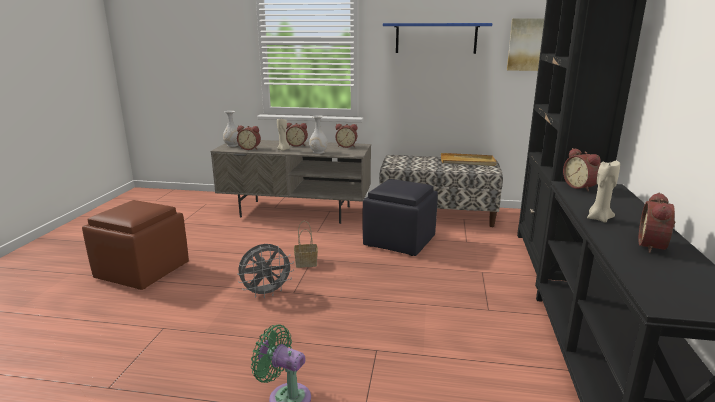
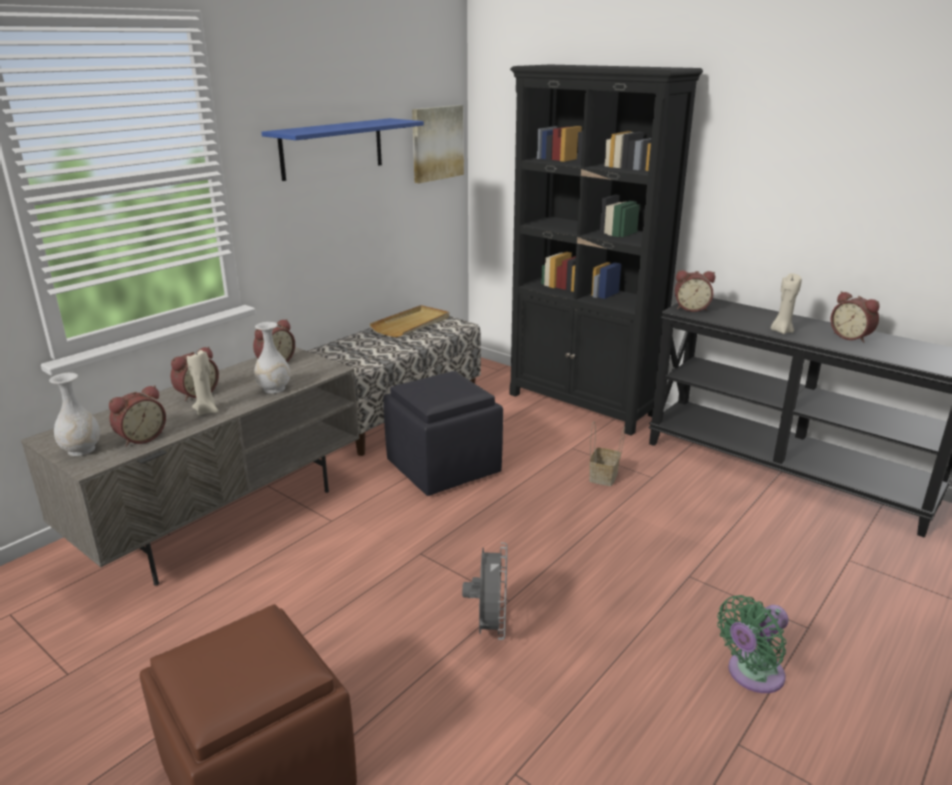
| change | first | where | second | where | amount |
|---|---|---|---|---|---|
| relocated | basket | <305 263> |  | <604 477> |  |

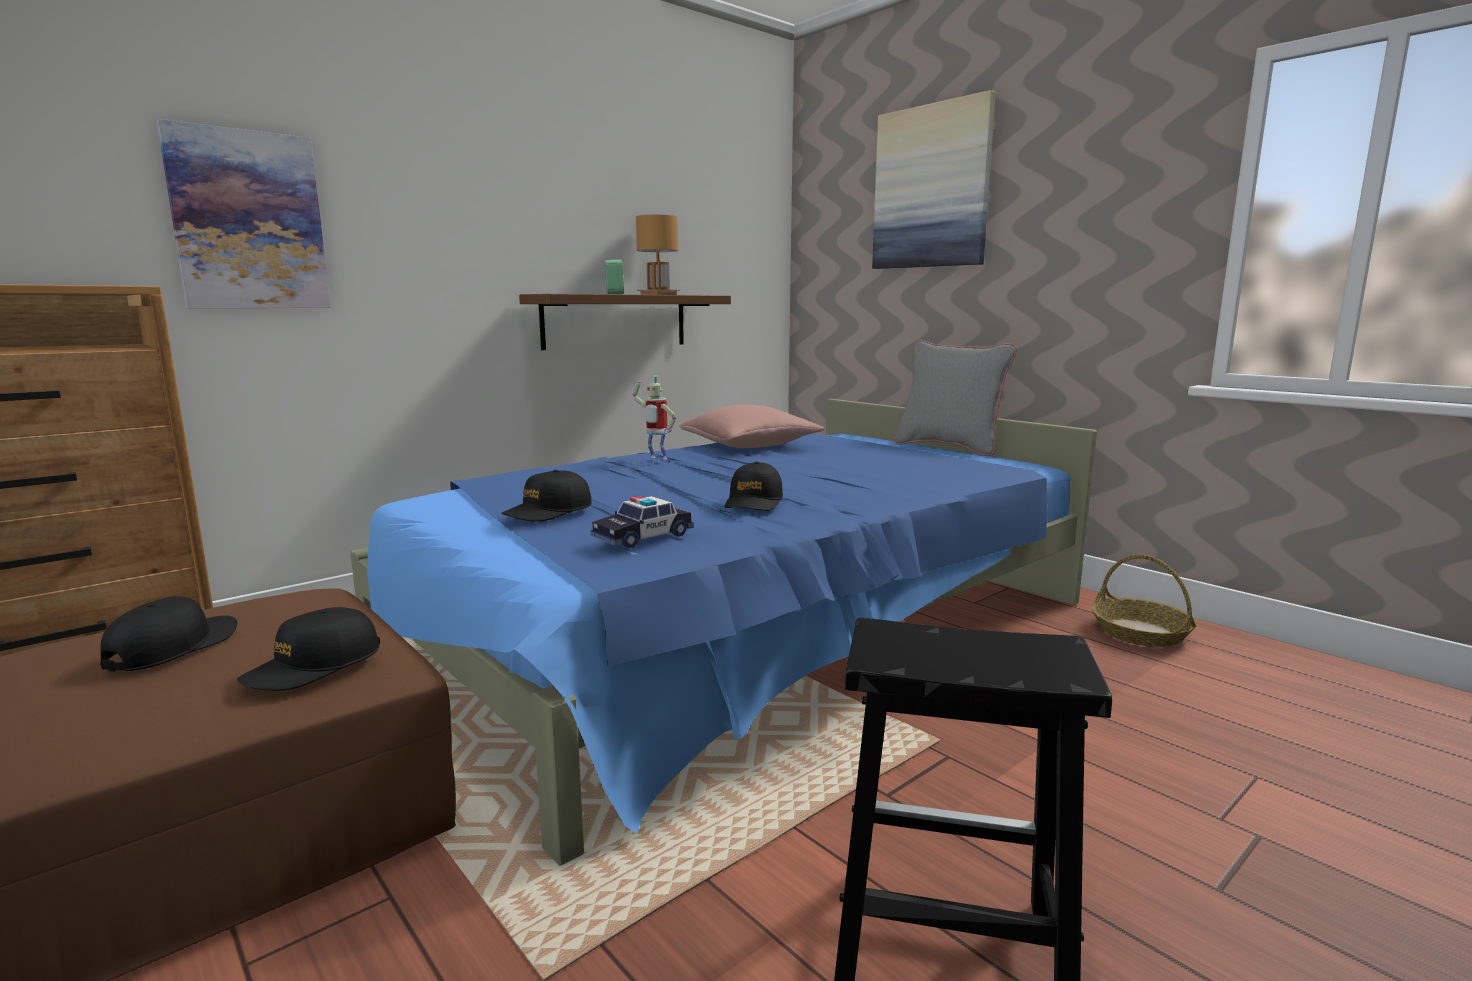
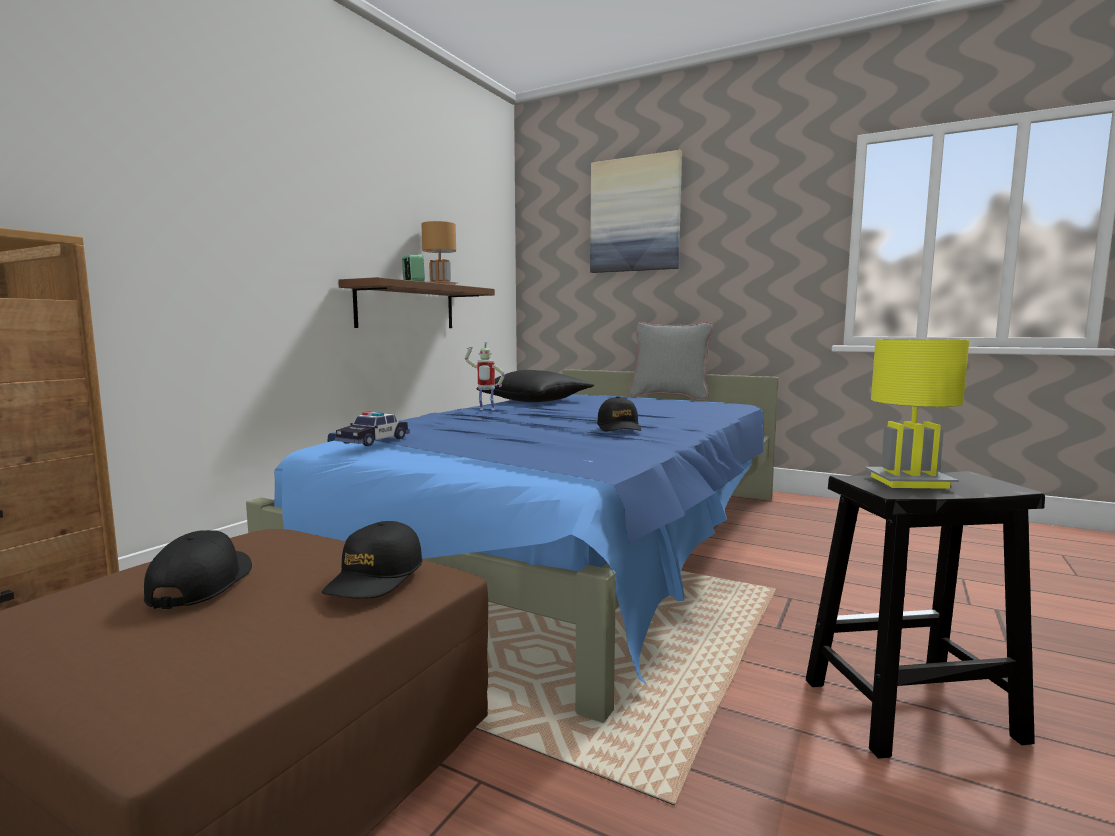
| change | first | where | second | where | amount |
|---|---|---|---|---|---|
| missing | picture | <249 221> |  |  |  |
| missing | cap in black | <548 512> |  |  |  |
| missing | basket | <1141 633> |  |  |  |
| appeared |  |  | table lamp in yellow | <909 482> |  |
| relocated | toy car | <643 537> |  | <373 440> |  |
| colour | pillow in pink | <750 446> | pillow in black | <536 401> |  |

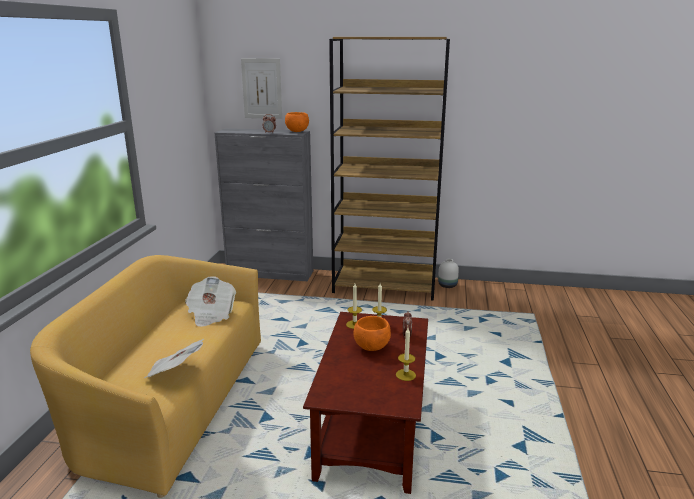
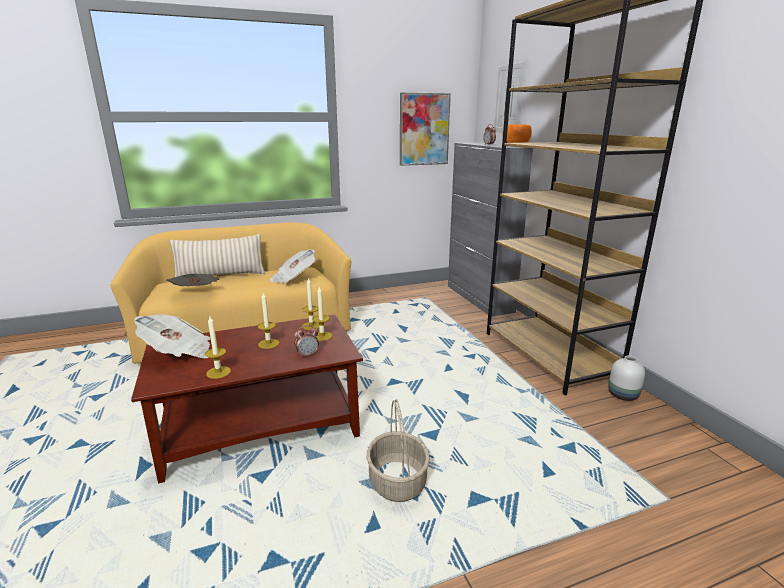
| change | first | where | second | where | amount |
|---|---|---|---|---|---|
| appeared |  |  | newspaper | <179 353> |  |
| appeared |  |  | pillow in beige | <221 275> |  |
| appeared |  |  | basket | <398 482> |  |
| appeared |  |  | picture | <424 129> |  |
| exchanged | bowl in orange | <372 347> | candle | <268 344> |  |

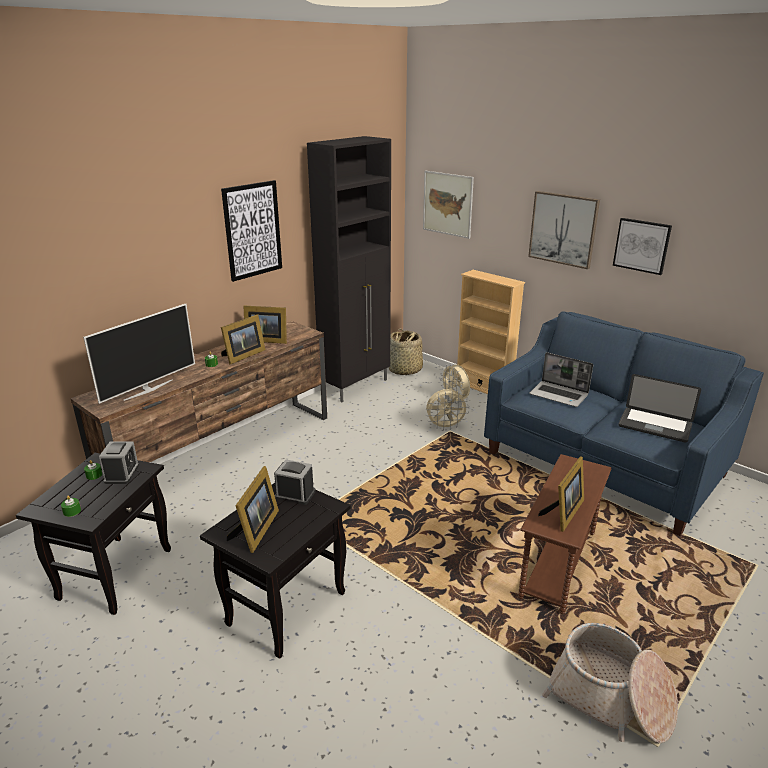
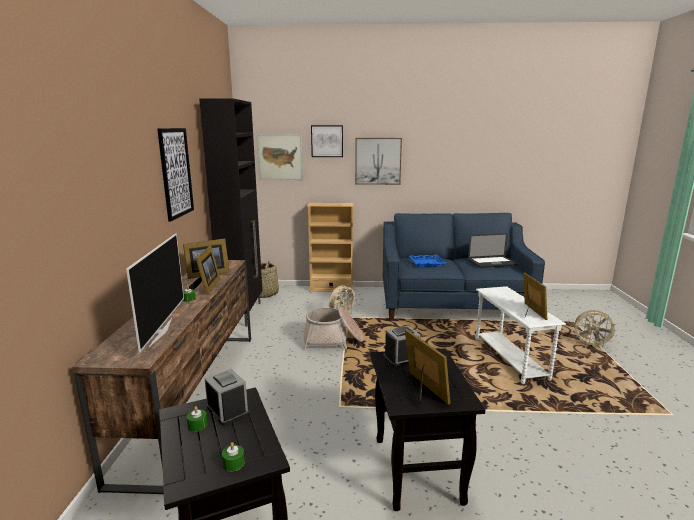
| change | first | where | second | where | amount |
|---|---|---|---|---|---|
| relocated | fan in beige | <455 400> |  | <591 345> |  |
| relocated | basket | <611 698> |  | <333 340> |  |
| relocated | picture | <642 245> |  | <327 141> |  |
| exchanged | laptop | <559 395> | tray in blue | <426 263> |  |
| colour | side table in brown | <557 564> | side table in white | <509 359> |  |

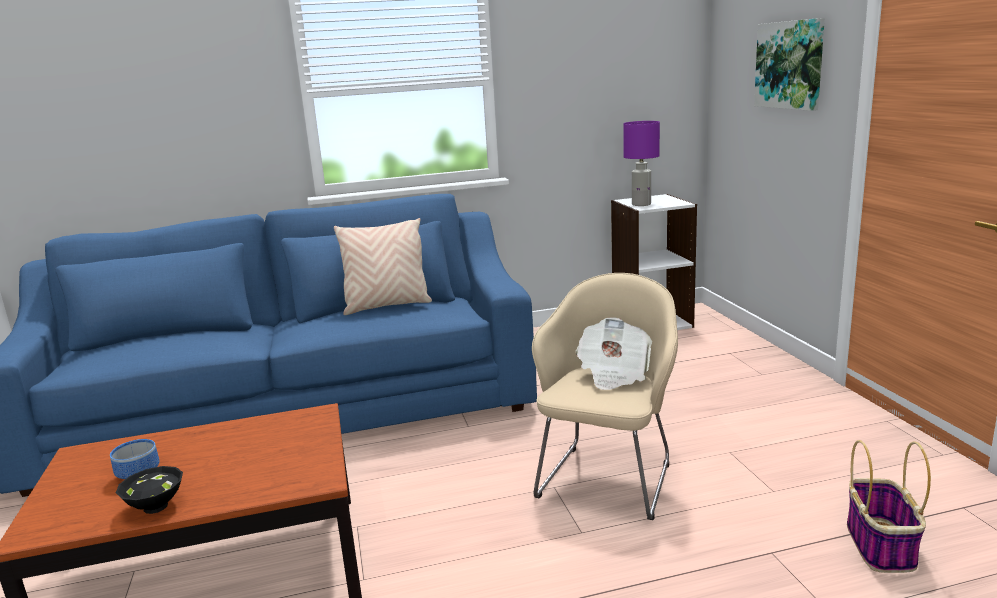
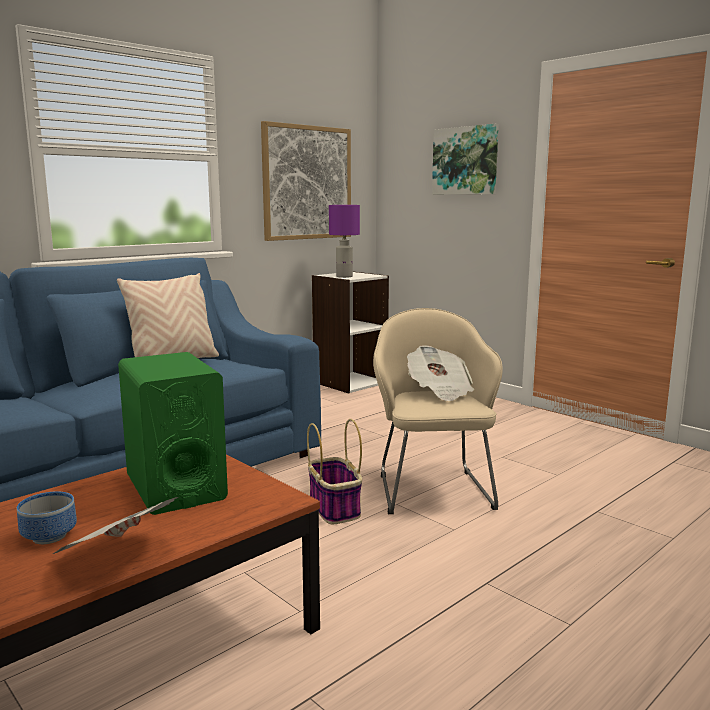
| change | first | where | second | where | amount |
|---|---|---|---|---|---|
| appeared |  |  | speaker in green | <175 487> |  |
| appeared |  |  | picture | <307 183> |  |
| relocated | basket | <881 546> |  | <335 508> |  |
| exchanged | bowl in black | <155 506> | newspaper | <117 556> |  |

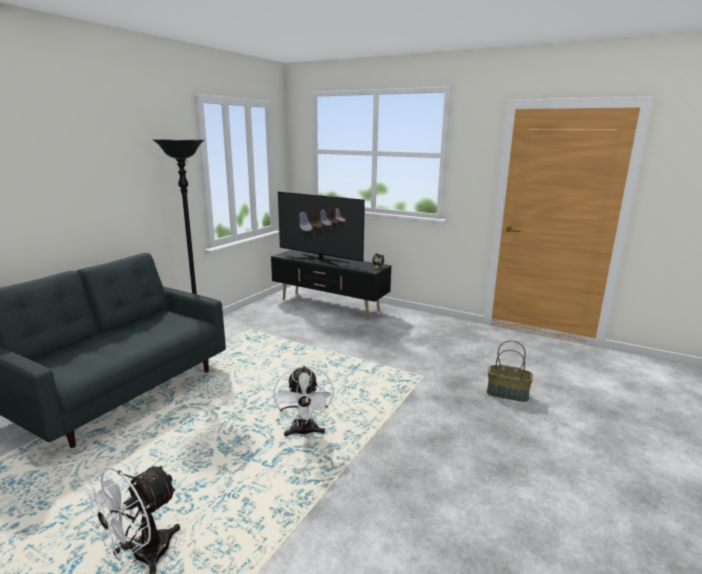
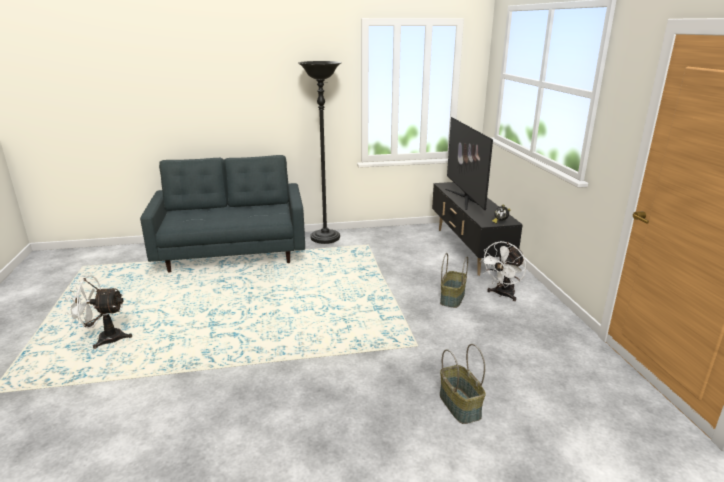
| change | first | where | second | where | amount |
|---|---|---|---|---|---|
| appeared |  |  | basket | <452 298> |  |
| relocated | fan in white | <304 432> |  | <502 295> |  |

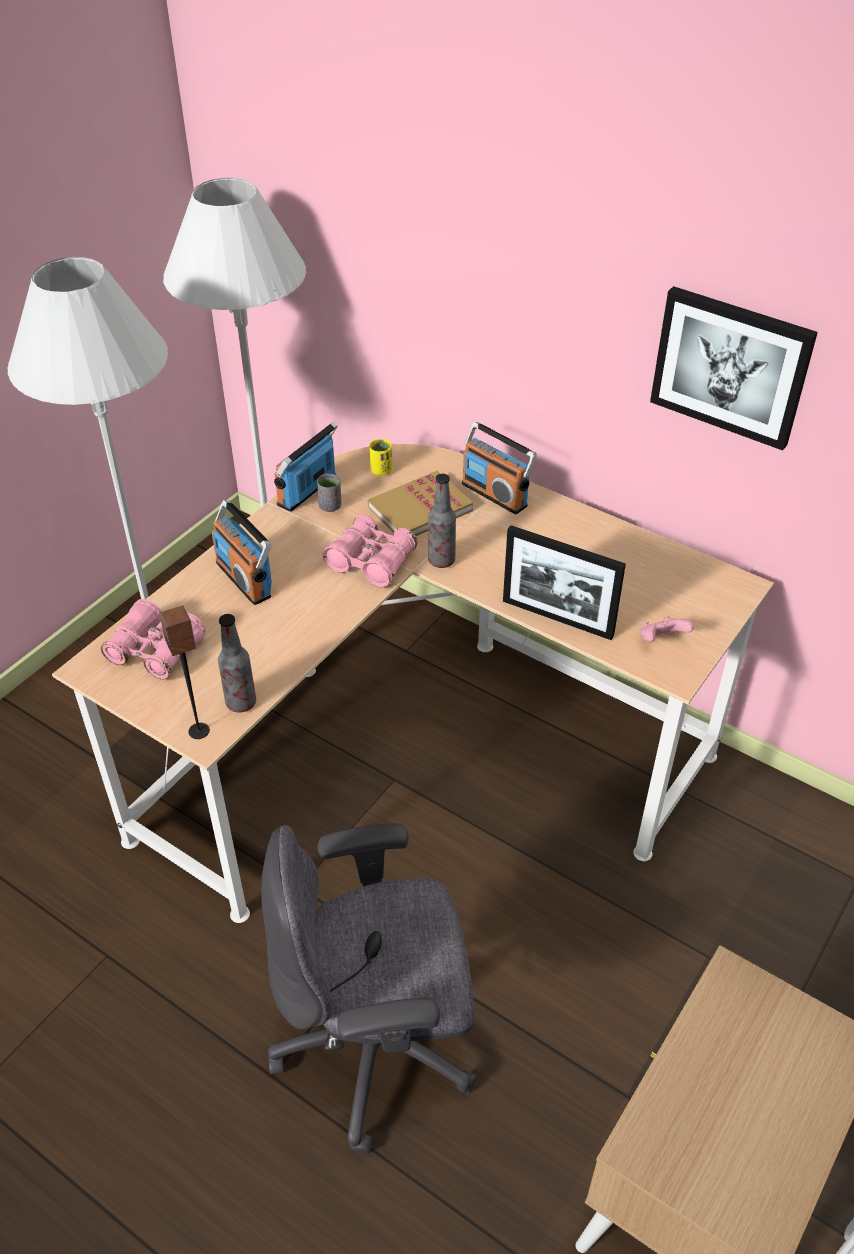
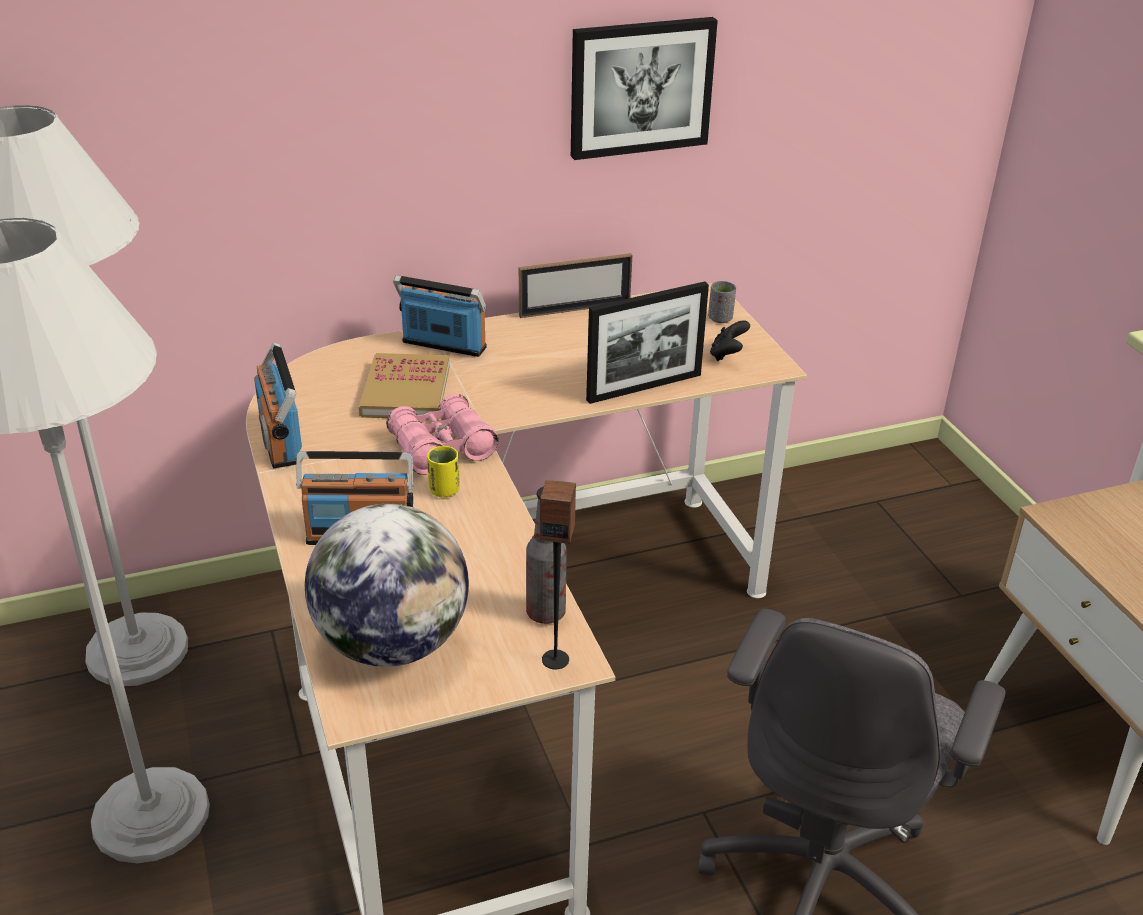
| change | first | where | second | where | amount |
|---|---|---|---|---|---|
| missing | bottle | <441 560> |  |  |  |
| appeared |  |  | picture frame | <575 309> |  |
| relocated | cup in grey | <330 506> |  | <720 318> |  |
| relocated | cup in yellow | <381 471> |  | <444 490> |  |
| exchanged | binoculars in pink | <156 650> | globe | <392 643> |  |
| colour | game controller in pink | <661 641> | game controller in black | <727 355> |  |
| spun | radio | <495 494> |  | <443 345> | 150 degrees counterclockwise |

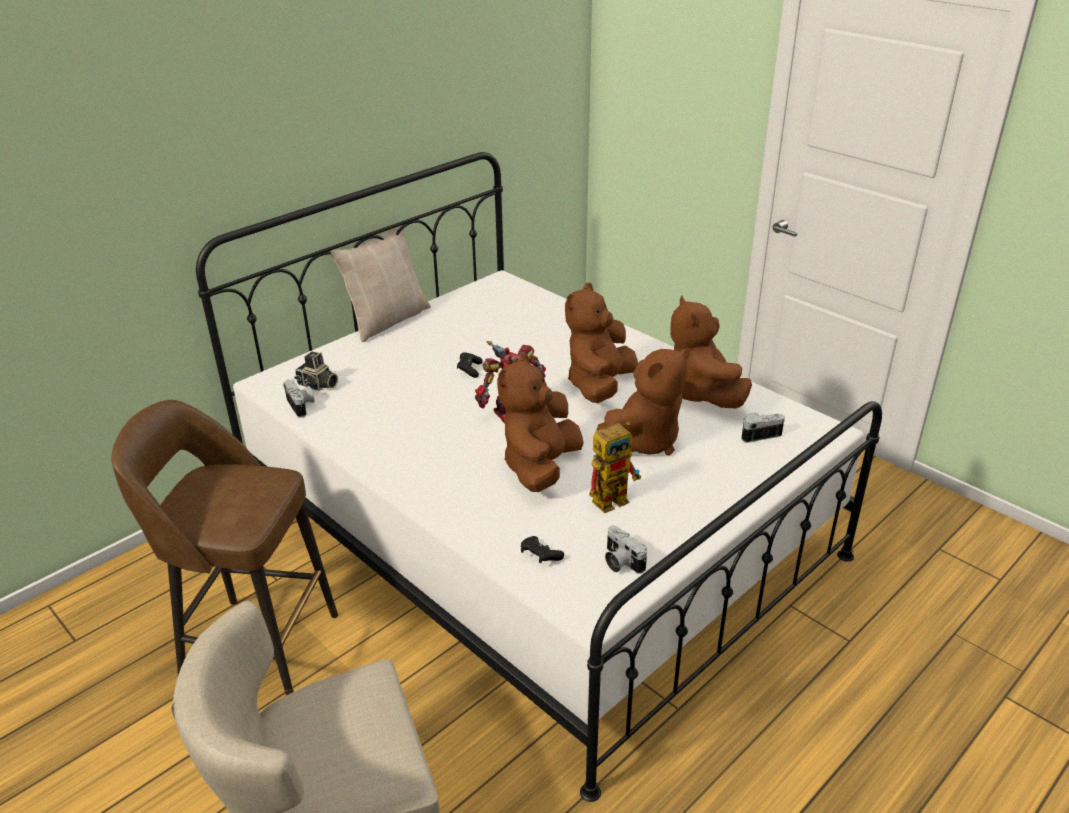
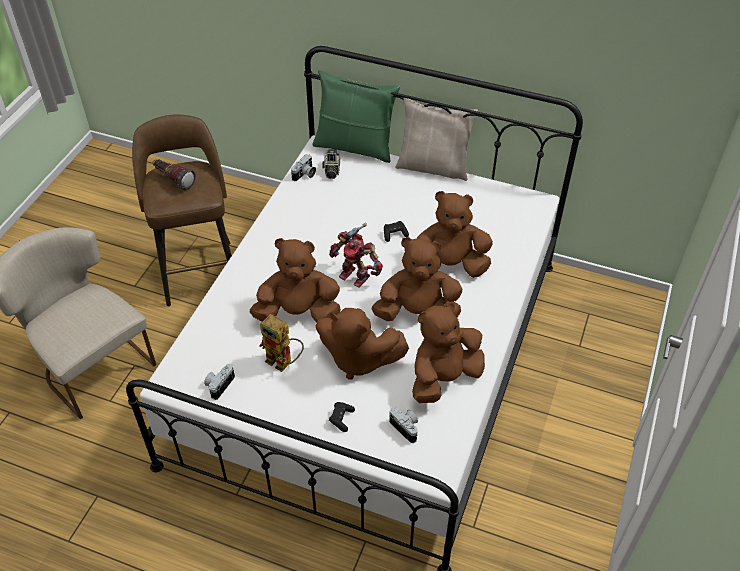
| change | first | where | second | where | amount |
|---|---|---|---|---|---|
| appeared |  |  | flashlight | <173 180> |  |
| appeared |  |  | pillow in green | <355 147> |  |
| appeared |  |  | plush toy in brown | <449 265> |  |
| relocated | game controller in black | <540 556> |  | <341 419> |  |

